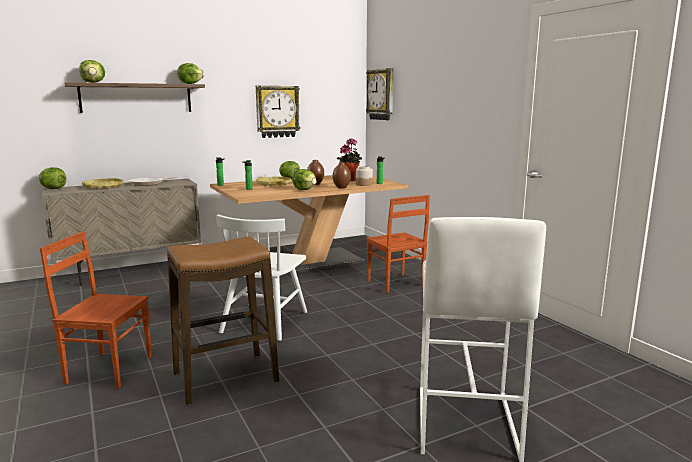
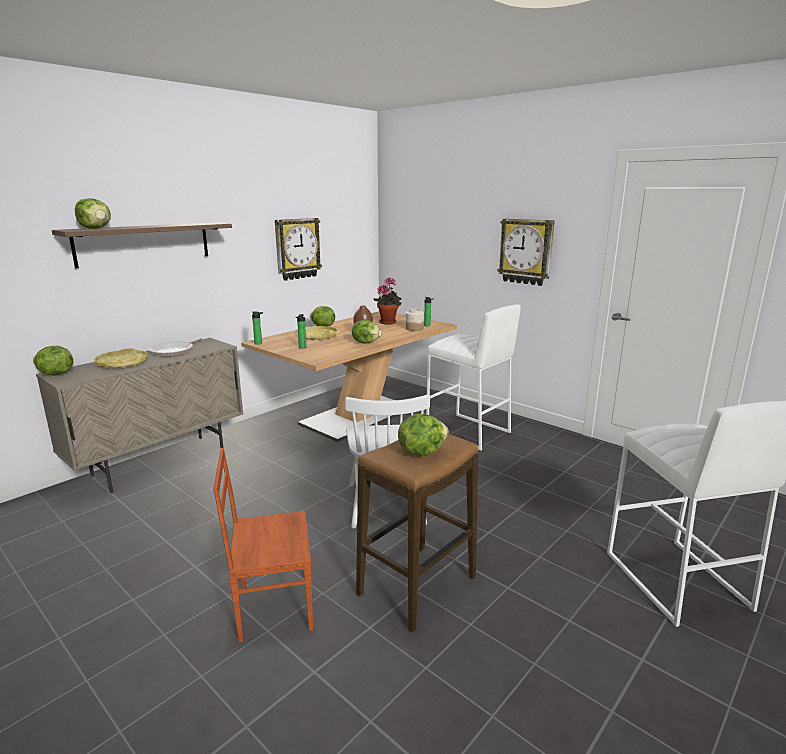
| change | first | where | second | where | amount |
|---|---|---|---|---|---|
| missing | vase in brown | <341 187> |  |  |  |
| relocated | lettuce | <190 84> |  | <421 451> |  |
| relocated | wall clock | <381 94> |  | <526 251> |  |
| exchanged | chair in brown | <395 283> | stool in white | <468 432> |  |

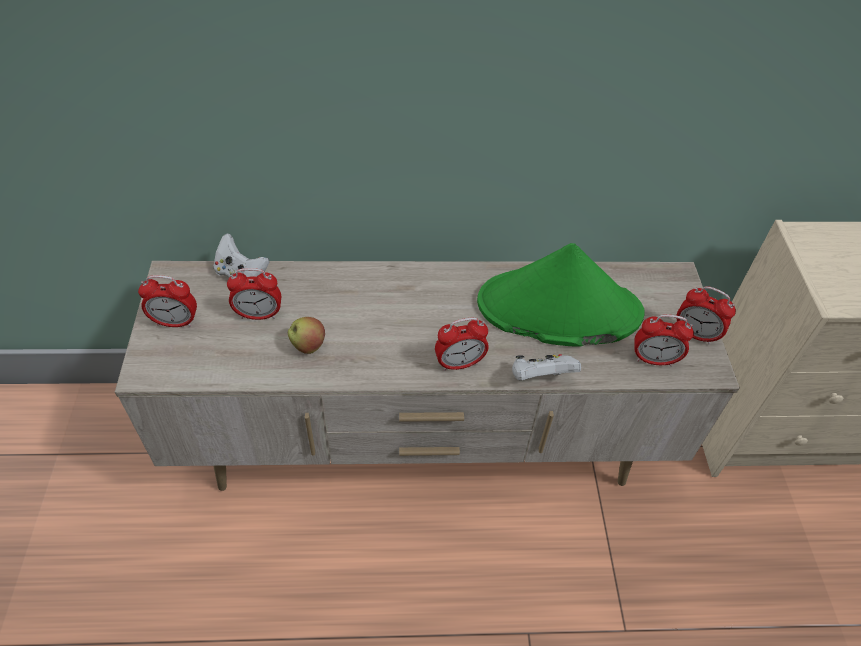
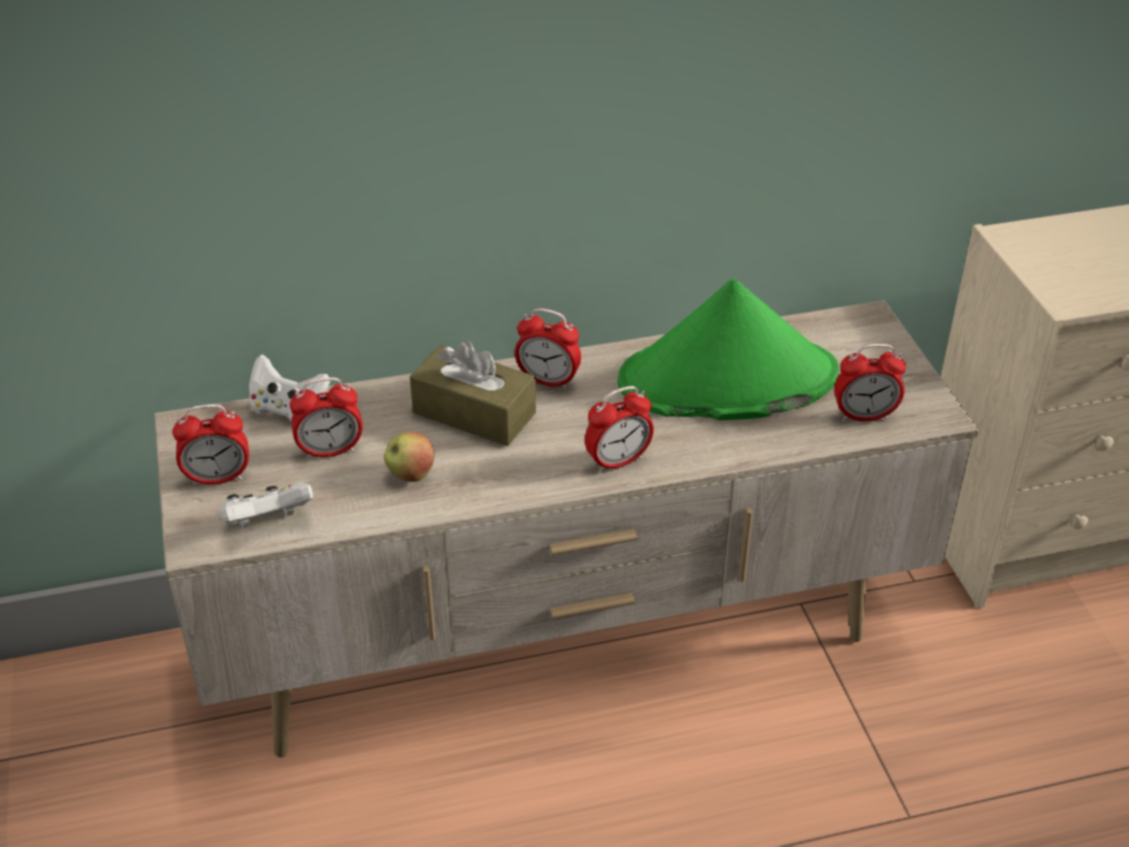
| change | first | where | second | where | amount |
|---|---|---|---|---|---|
| appeared |  |  | tissue box in brown | <474 413> |  |
| relocated | game controller in white | <540 378> |  | <268 522> |  |
| relocated | alarm clock | <695 334> |  | <548 381> |  |

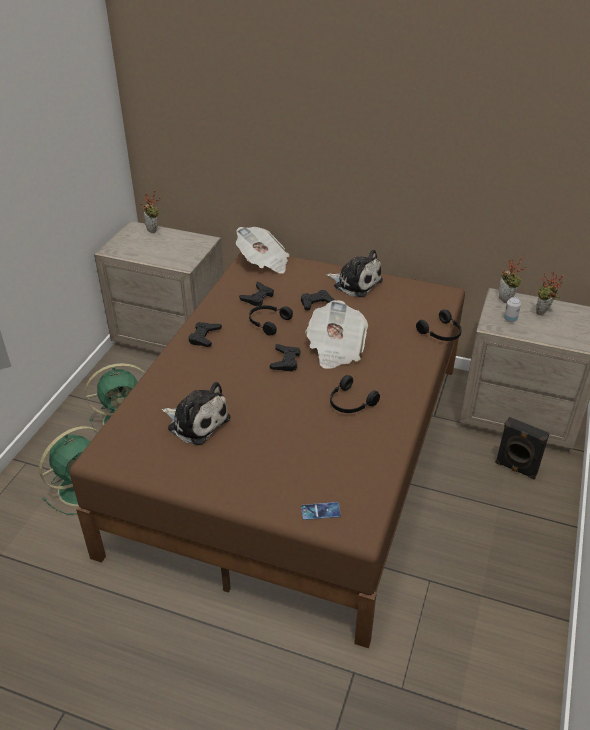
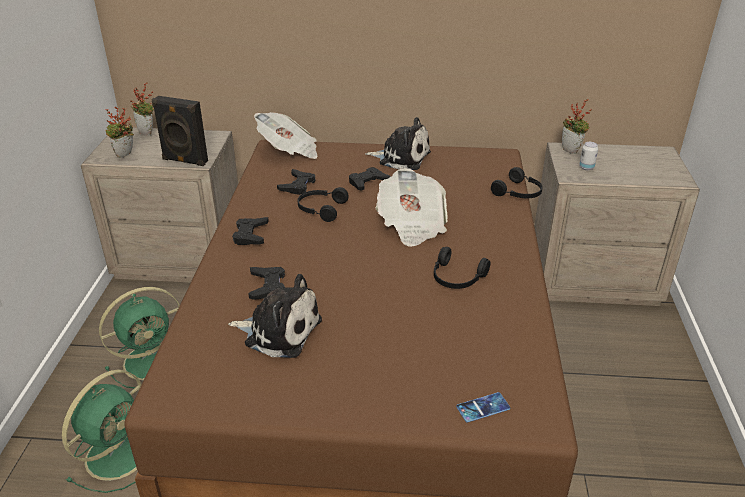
| change | first | where | second | where | amount |
|---|---|---|---|---|---|
| relocated | game controller in black | <285 361> |  | <267 286> |  |
| relocated | speaker in black | <515 469> |  | <184 161> |  |
| relocated | potted plant | <543 313> |  | <125 155> |  |

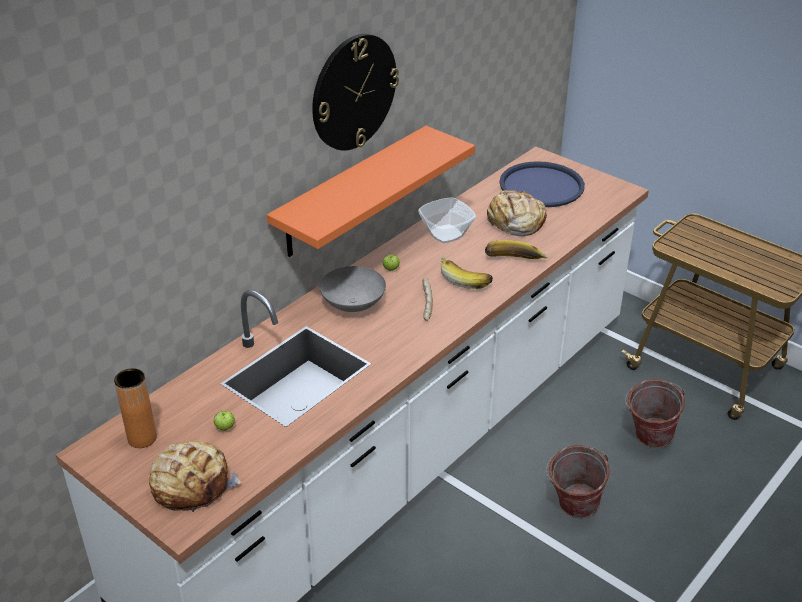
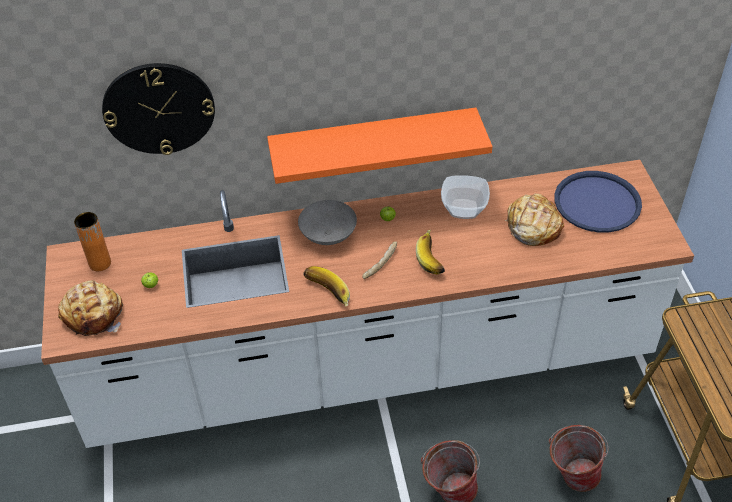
| change | first | where | second | where | amount |
|---|---|---|---|---|---|
| relocated | wall clock | <353 92> |  | <159 108> |  |
| relocated | banana | <514 261> |  | <326 294> |  |

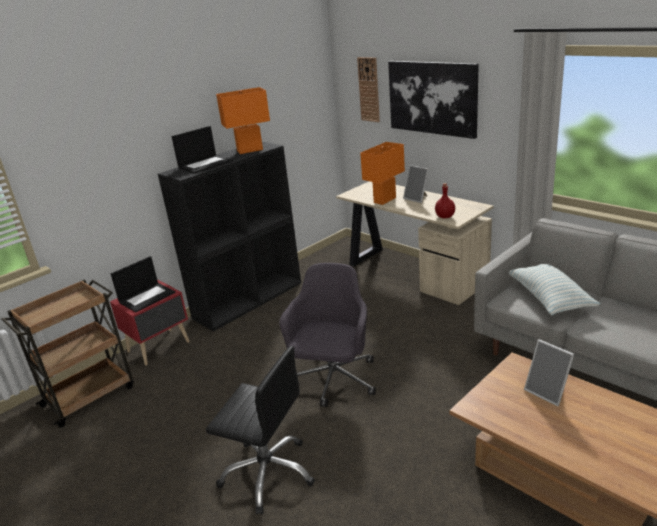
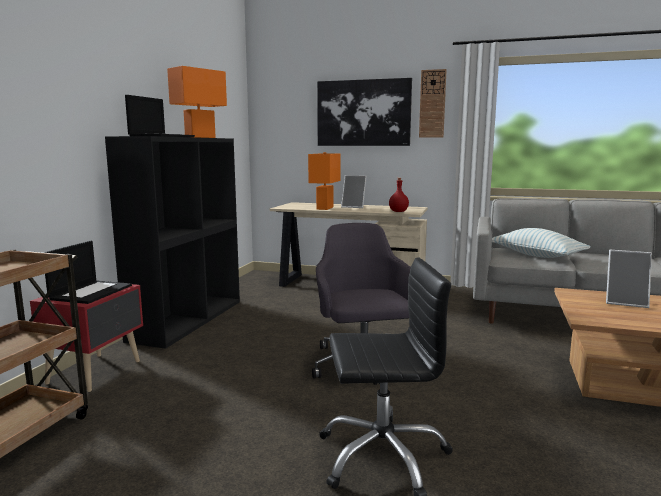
| change | first | where | second | where | amount |
|---|---|---|---|---|---|
| relocated | wall clock | <369 89> |  | <432 104> |  |

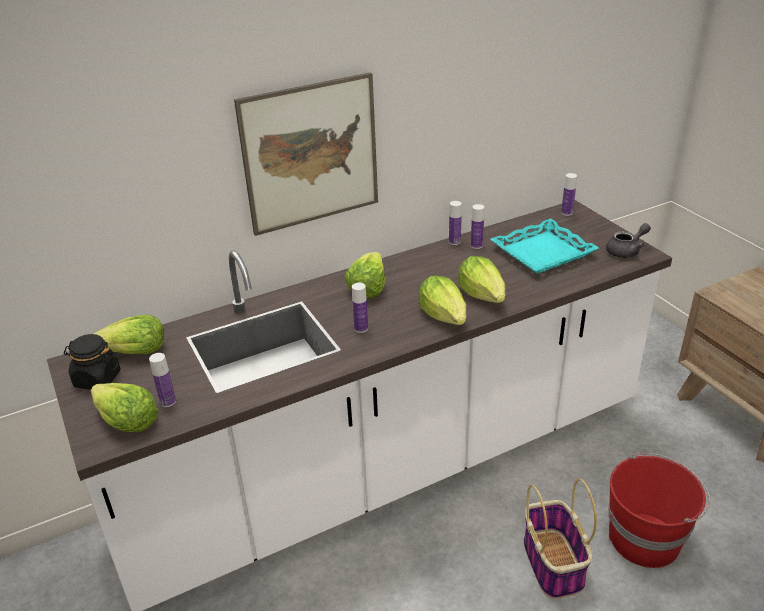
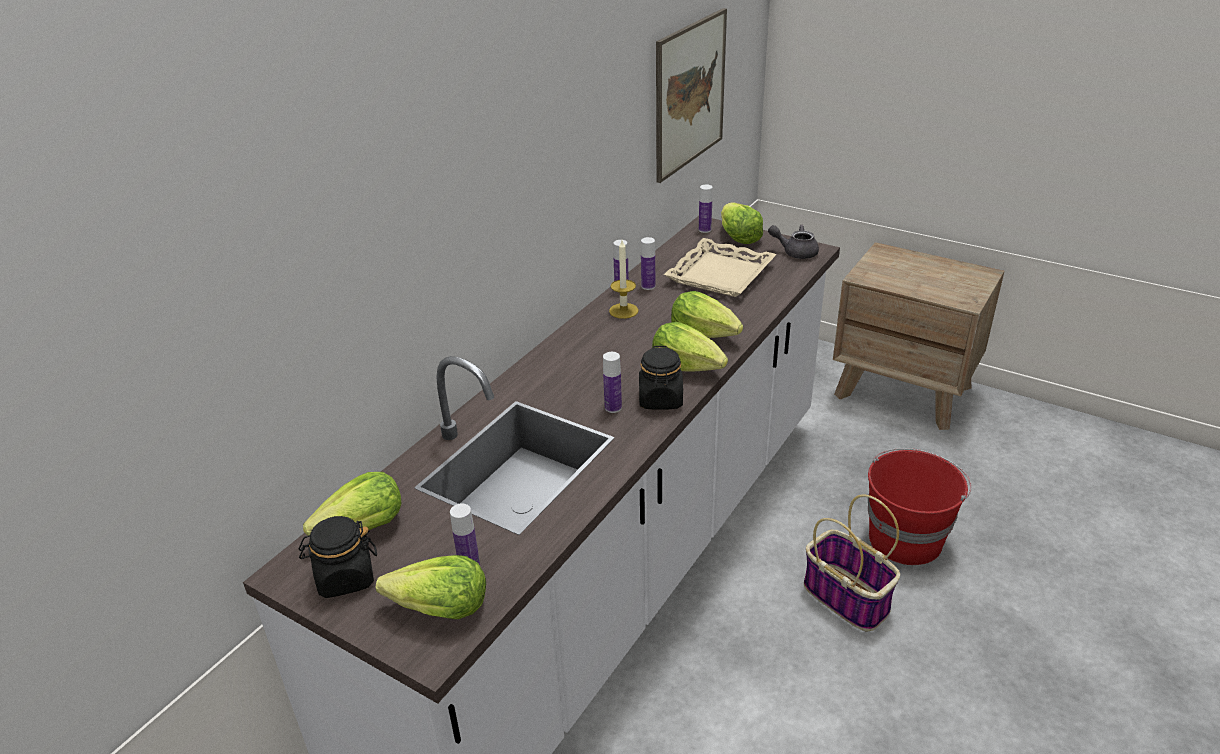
| change | first | where | second | where | amount |
|---|---|---|---|---|---|
| appeared |  |  | candle | <623 311> |  |
| appeared |  |  | jar in black | <660 399> |  |
| relocated | picture | <311 154> |  | <690 94> |  |
| relocated | lettuce | <367 287> |  | <738 237> |  |
| colour | tray in turquoise | <542 252> | tray in beige | <719 274> |  |
| spun | teapot in grey | <626 251> |  | <795 252> | 105 degrees counterclockwise |

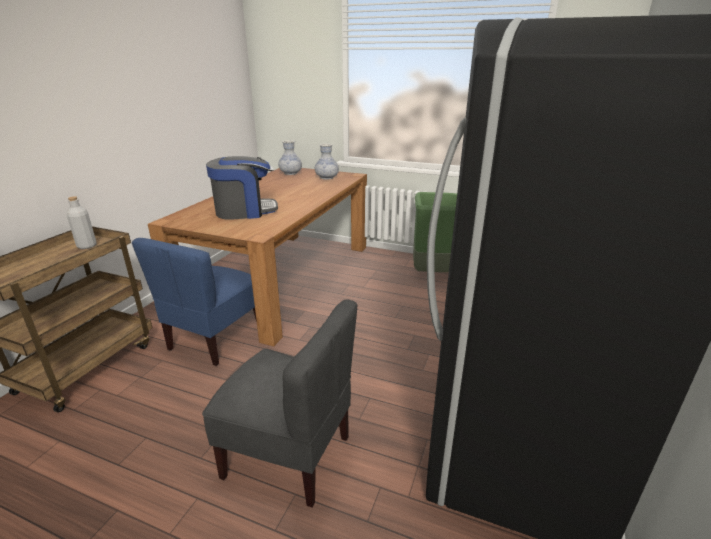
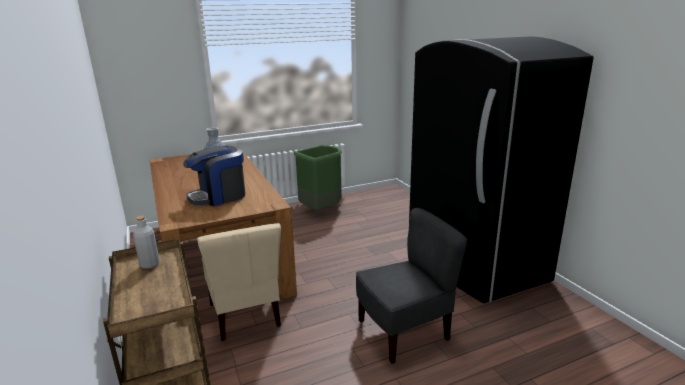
| change | first | where | second | where | amount |
|---|---|---|---|---|---|
| missing | vase | <290 173> |  |  |  |
| colour | chair in blue | <215 339> | chair in beige | <246 315> |  |
| spun | coffee machine | <245 211> |  | <219 196> | 150 degrees counterclockwise |

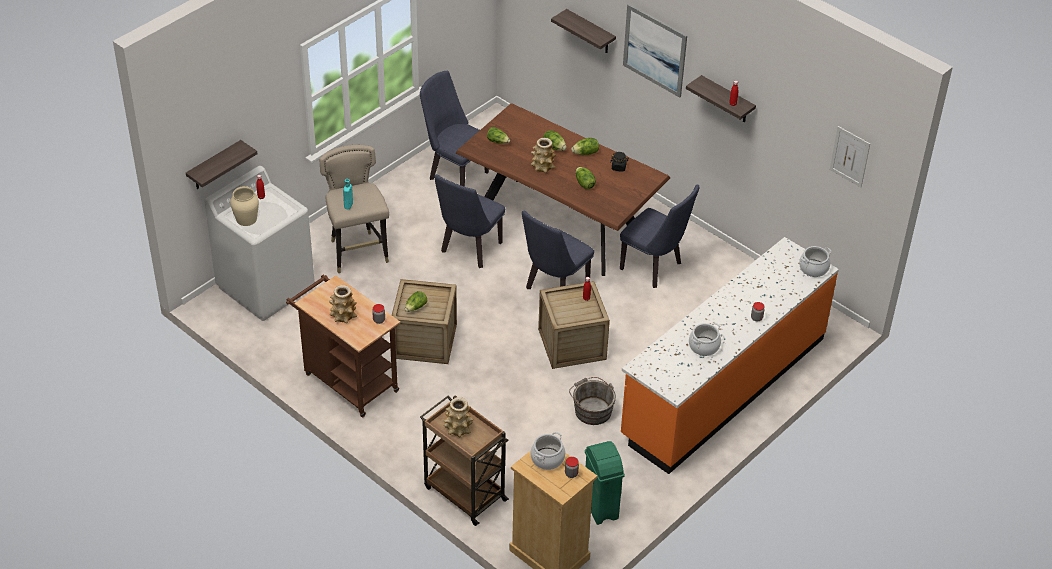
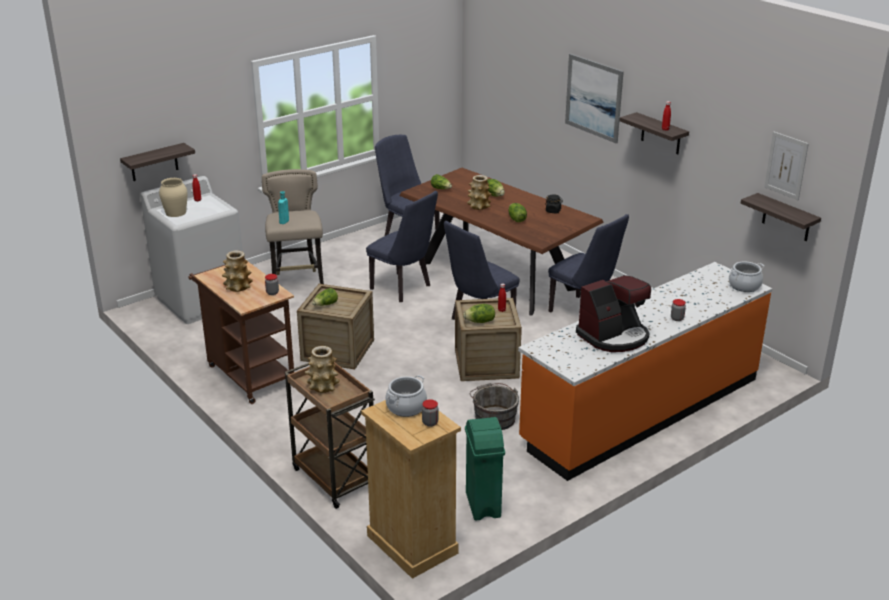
| change | first | where | second | where | amount |
|---|---|---|---|---|---|
| relocated | shelf | <590 32> |  | <786 218> |  |
| relocated | lettuce | <585 153> |  | <480 321> |  |
| exchanged | cooking pot | <703 346> | coffee machine | <614 336> |  |
| spun | chair in blue | <469 250> |  | <404 289> | 90 degrees counterclockwise |

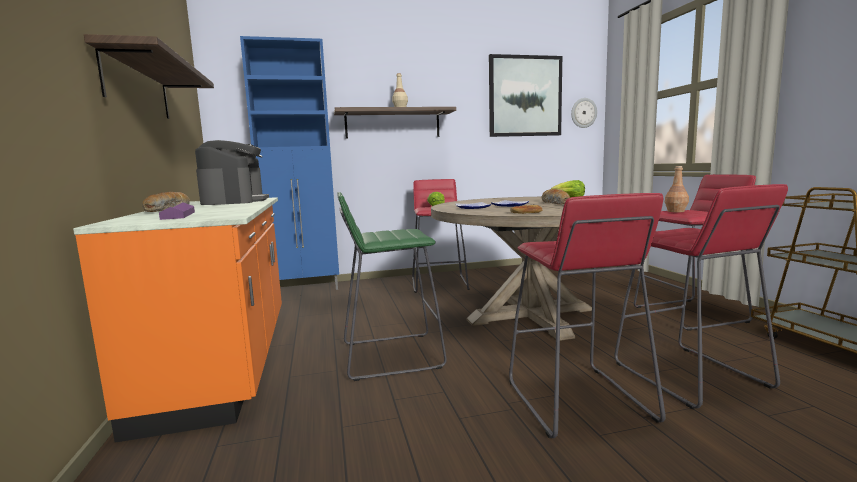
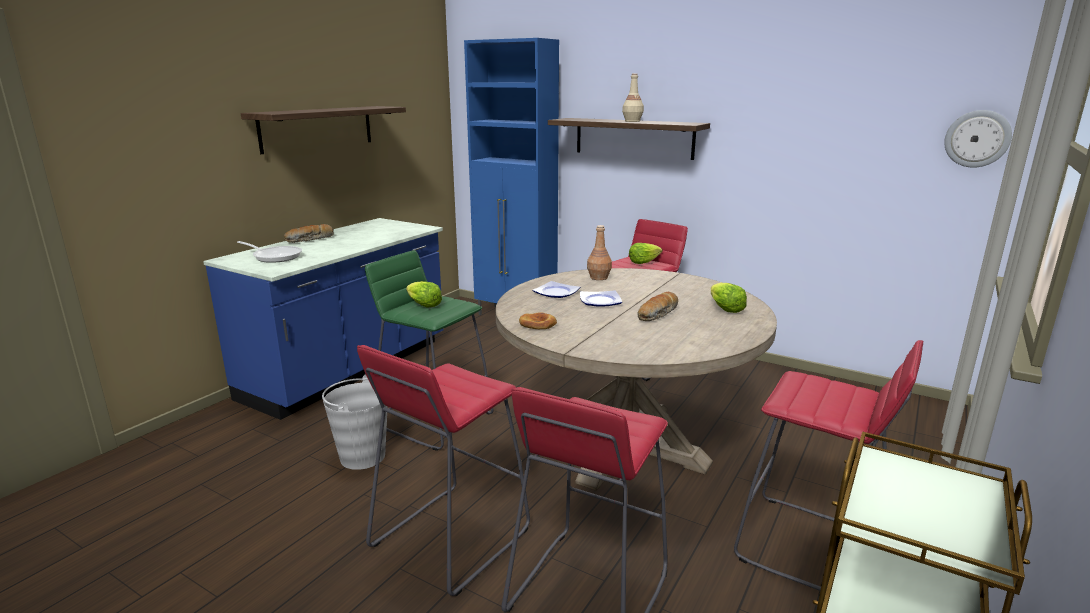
| change | first | where | second | where | amount |
|---|---|---|---|---|---|
| missing | coffee machine | <235 201> |  |  |  |
| missing | picture | <525 96> |  |  |  |
| appeared |  |  | bucket in grey | <362 456> |  |
| appeared |  |  | lettuce | <423 305> |  |
| relocated | bottle in brown | <676 211> |  | <599 277> |  |
| exchanged | tray in purple | <178 215> | frying pan | <275 256> |  |
| colour | counter in orange | <225 362> | counter in blue | <349 370> |  |

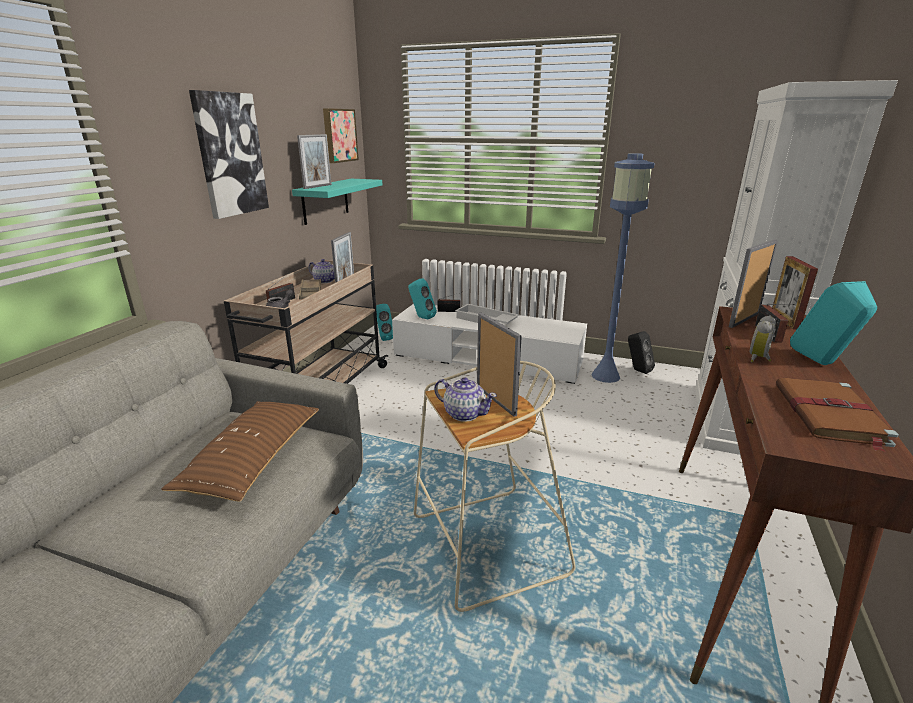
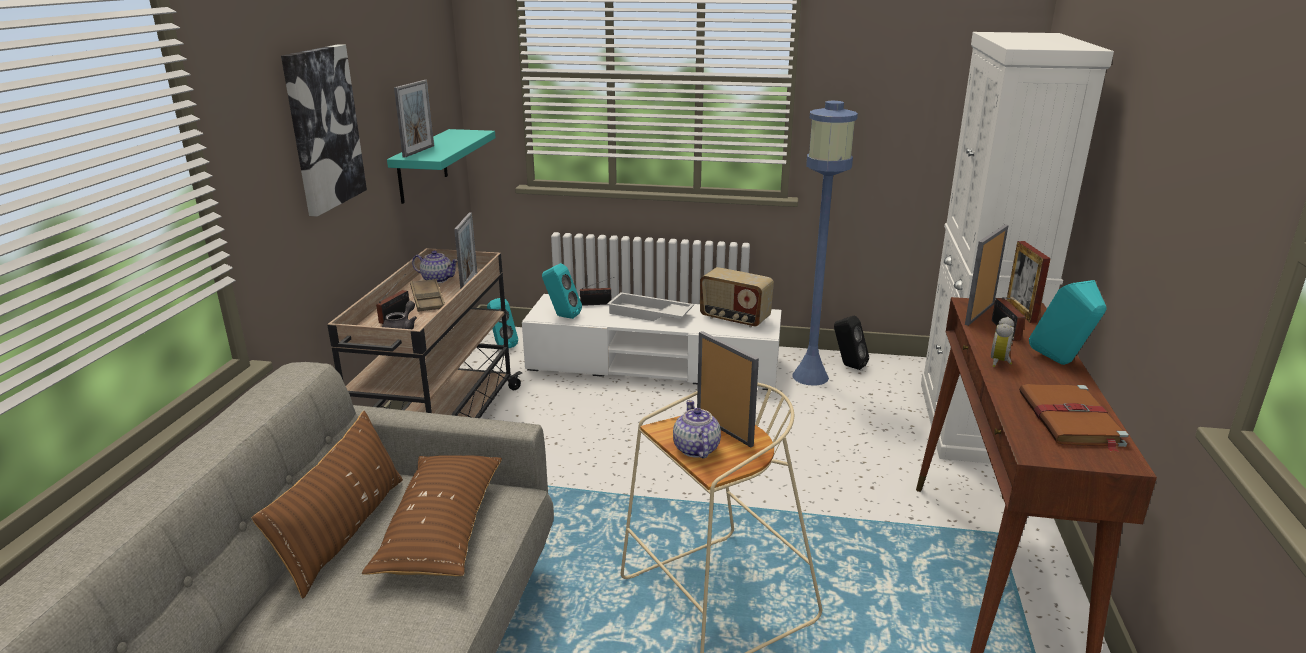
| change | first | where | second | where | amount |
|---|---|---|---|---|---|
| missing | picture | <339 135> |  |  |  |
| appeared |  |  | pillow in brown | <344 531> |  |
| appeared |  |  | radio | <734 319> |  |
| spun | teapot | <464 414> |  | <695 449> | 120 degrees counterclockwise |

